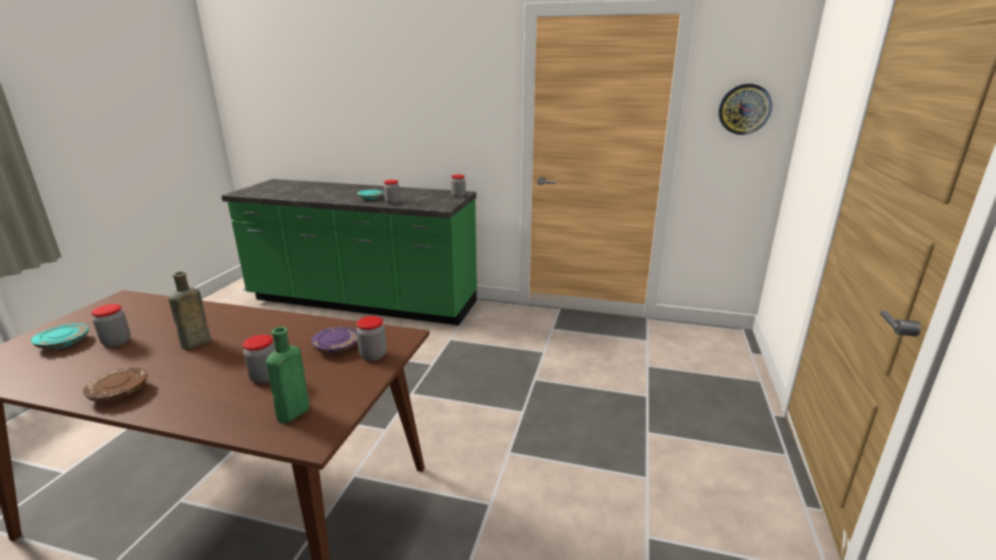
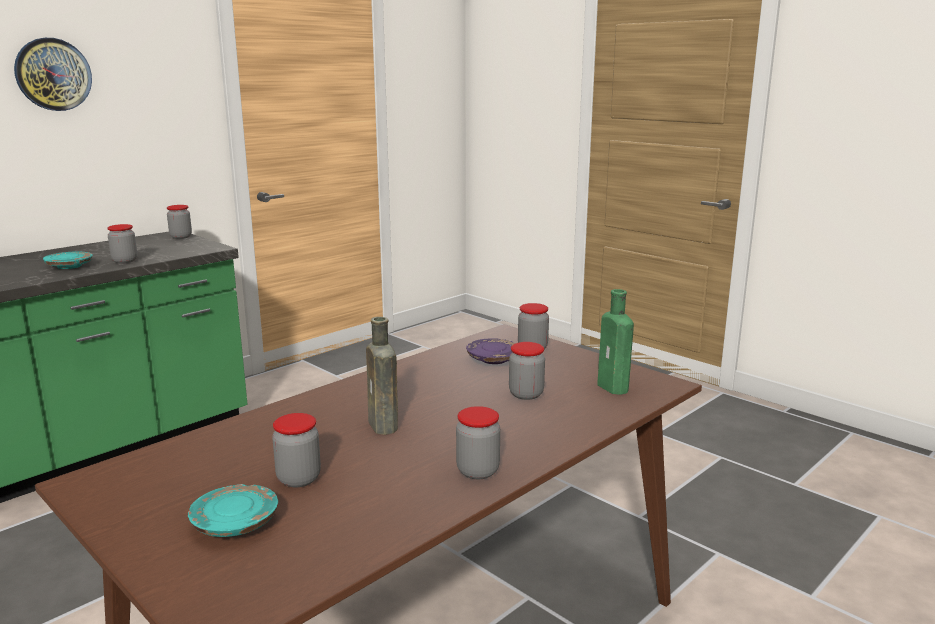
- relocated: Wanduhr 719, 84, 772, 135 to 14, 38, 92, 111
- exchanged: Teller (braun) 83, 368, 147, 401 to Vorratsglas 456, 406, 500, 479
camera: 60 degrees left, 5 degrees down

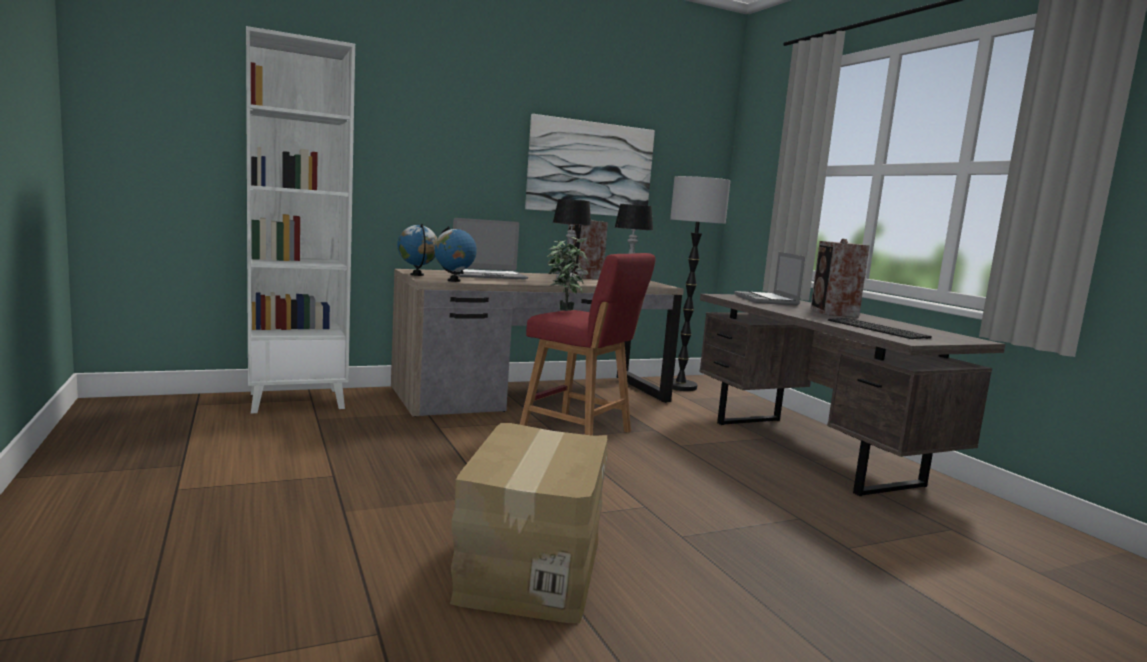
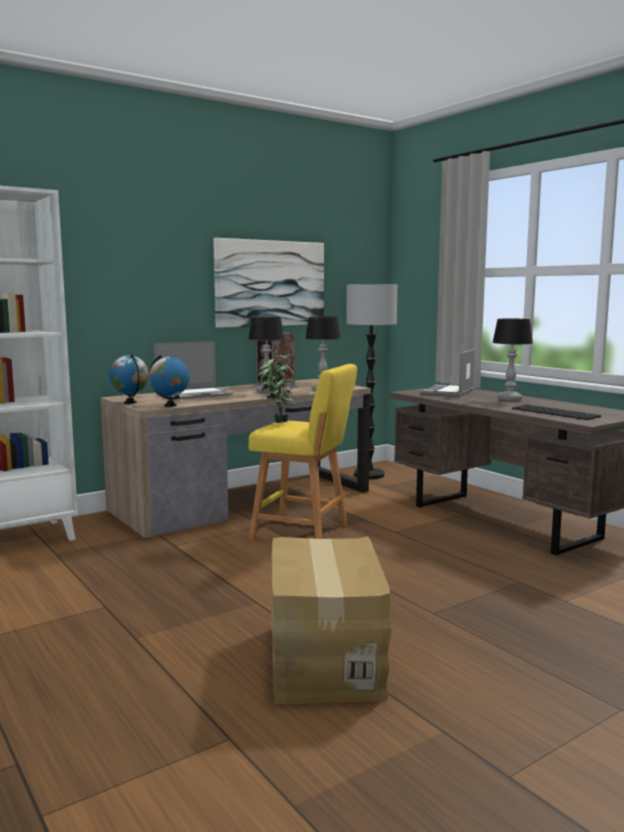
- exchanged: Lautsprecher 811, 239, 870, 317 to Tischlampe 492, 319, 533, 401
- spun: Laptop 734, 252, 805, 305 = 421, 349, 475, 397 45 degrees clockwise
- colour: Hocker (rot) 520, 253, 656, 436 to Hocker (gelb) 249, 364, 357, 540
camera: 10 degrees left, 0 degrees up

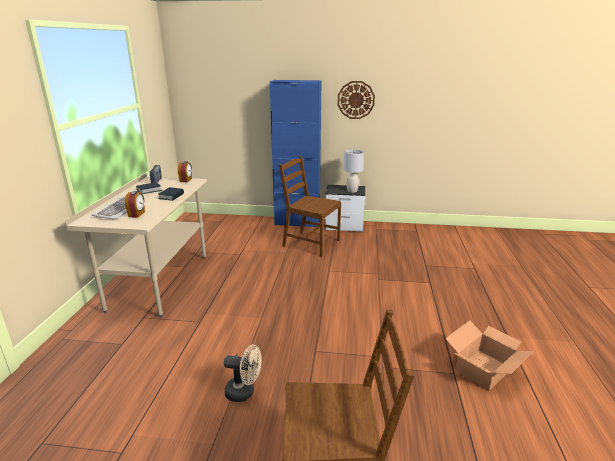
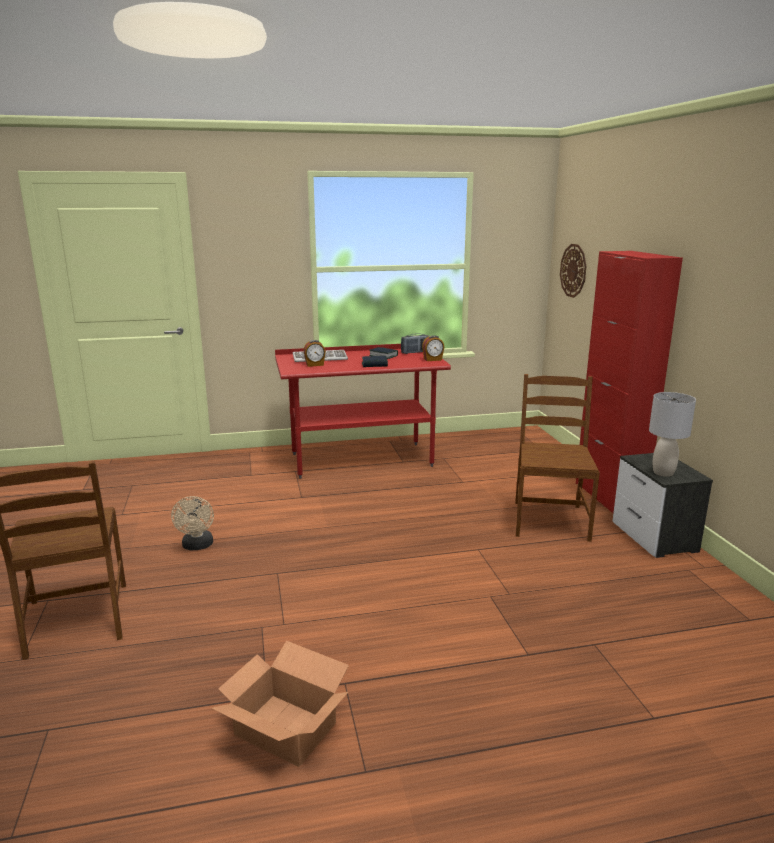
- colour: Schrank (blau) 270, 80, 322, 227 to Schrank (rot) 576, 251, 683, 513
- relocated: Wanduhr 338, 81, 375, 119 to 560, 244, 587, 298
- colour: Schreibtisch (beige) 65, 173, 207, 318 to Schreibtisch (rot) 275, 344, 451, 478
camera: 70 degrees right, 5 degrees down

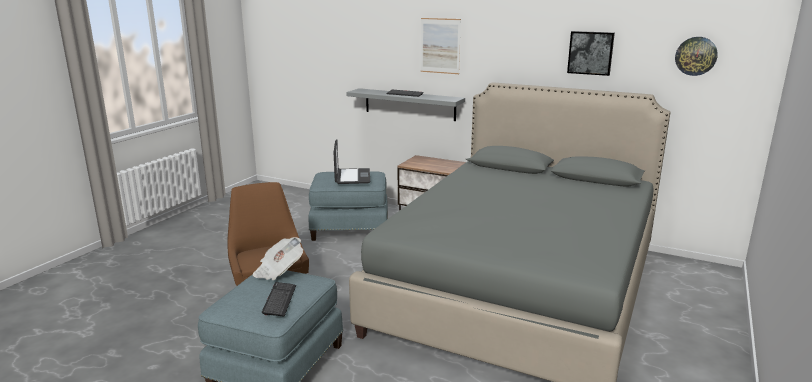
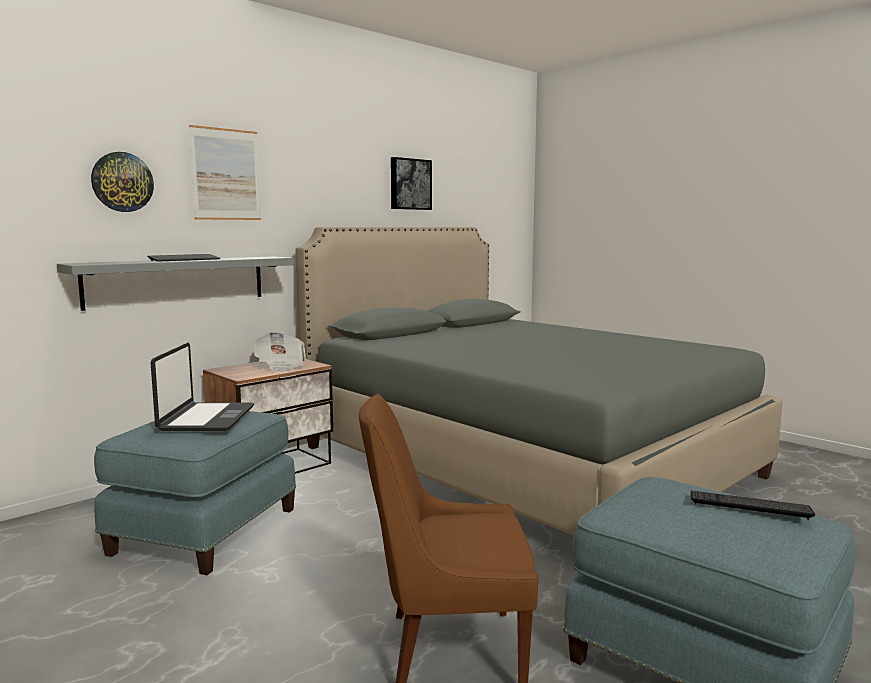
- relocated: Wanduhr 675, 37, 718, 76 to 91, 152, 154, 212
- spun: Laptop 334, 139, 370, 184 = 151, 343, 254, 431 75 degrees clockwise
- relocated: Zeitung 253, 237, 303, 280 to 253, 332, 306, 372
camera: 70 degrees left, 10 degrees down

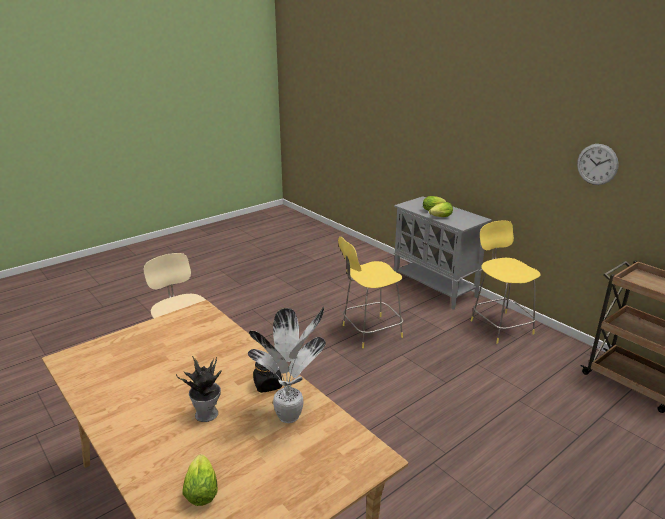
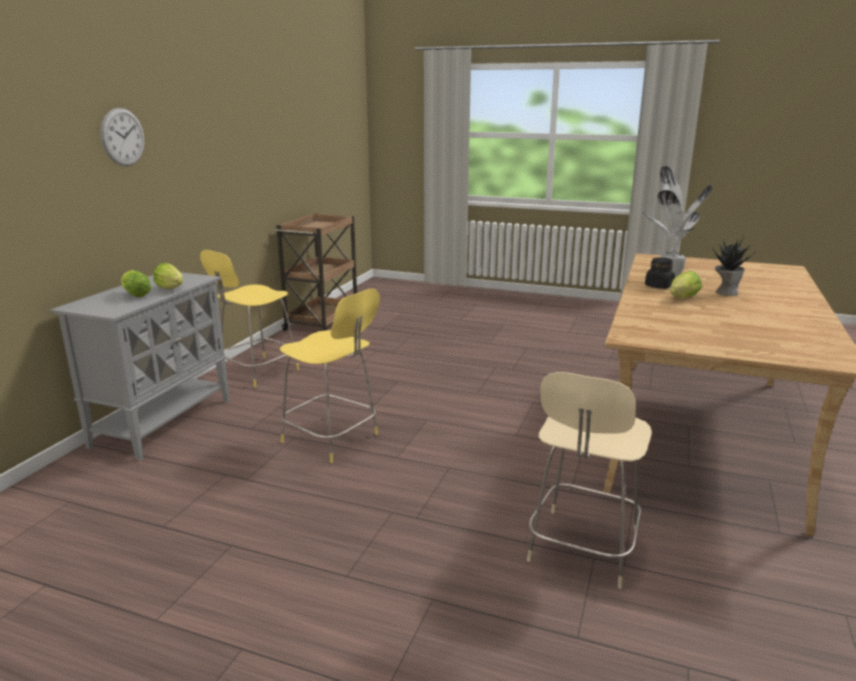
- relocated: Wanduhr 577, 144, 619, 185 to 101, 108, 144, 166
- relocated: Salatkopf 182, 454, 218, 506 to 670, 271, 702, 298
camera: 120 degrees left, 5 degrees down

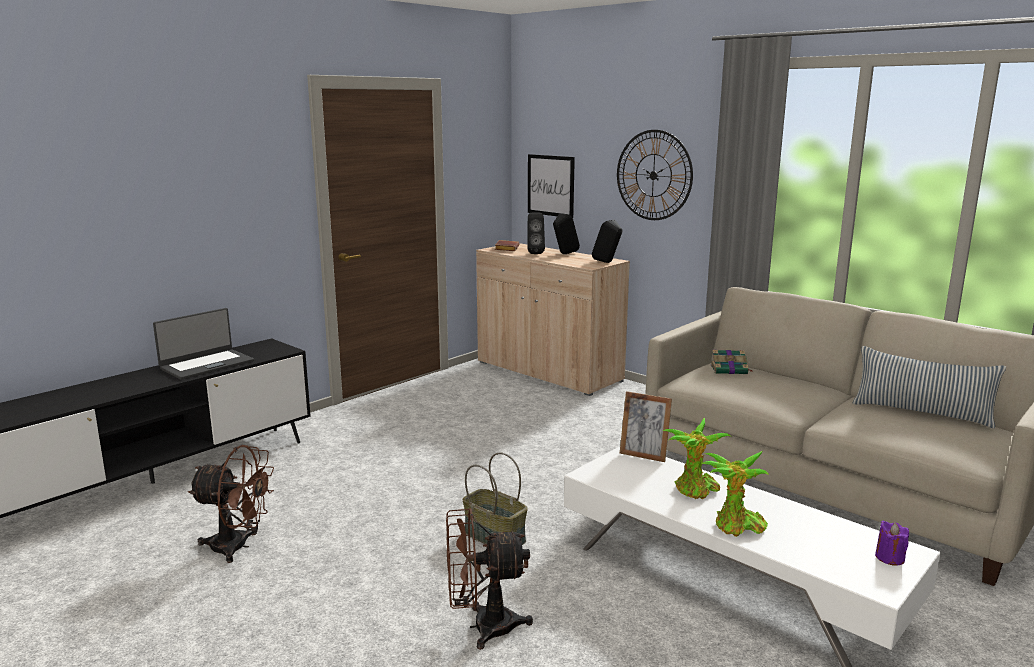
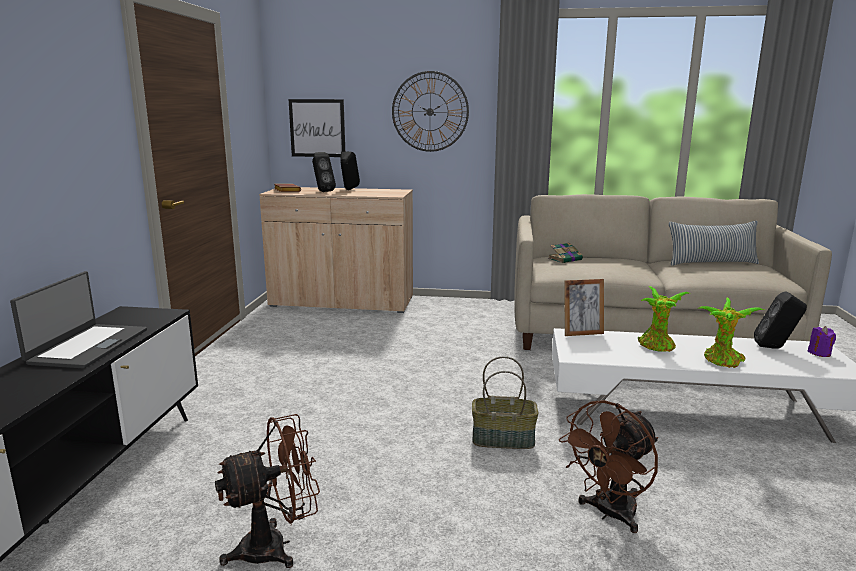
- relocated: Lautsprecher (schwarz) 592, 220, 623, 263 to 754, 292, 807, 349
camera: 35 degrees left, 0 degrees up

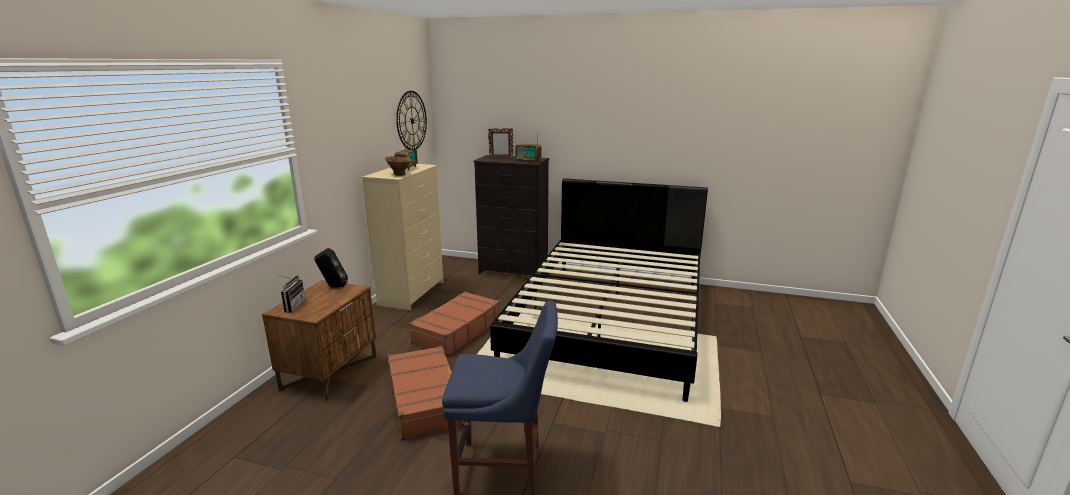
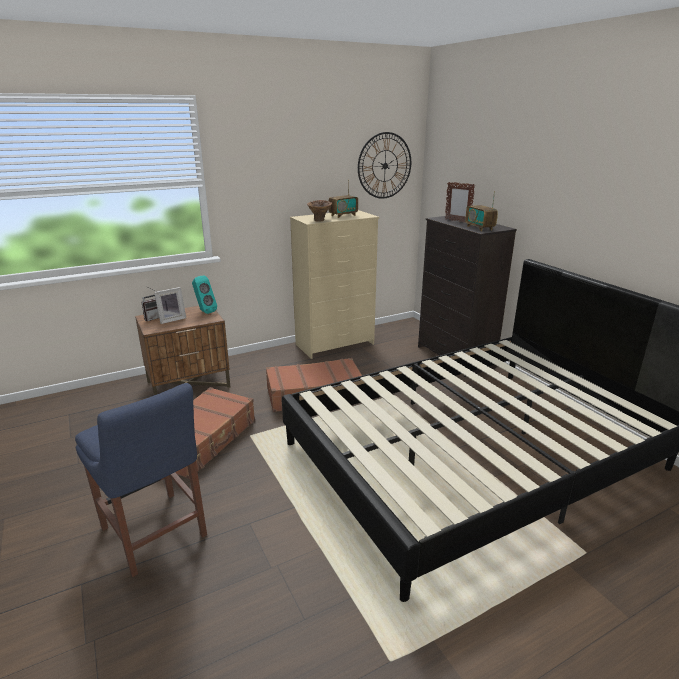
- colour: Lautsprecher (schwarz) 314, 248, 348, 288 to Lautsprecher (türkis) 192, 275, 217, 314
- appeared: Bilderrahmen 154, 287, 186, 324
camera: 45 degrees right, 5 degrees up

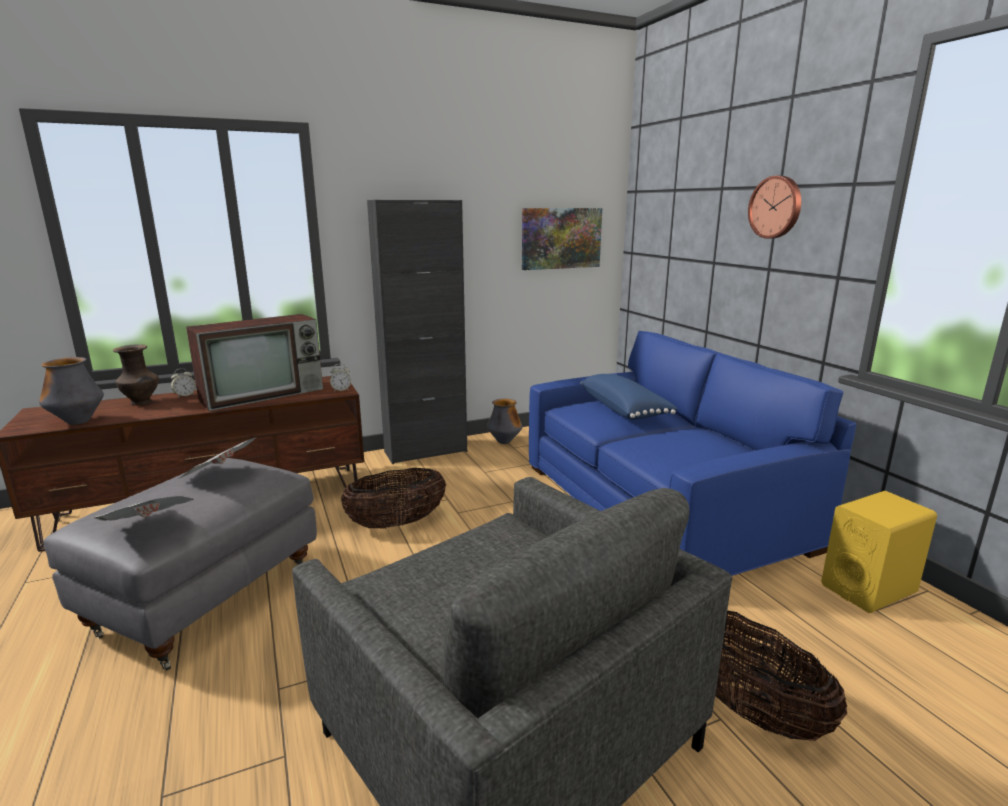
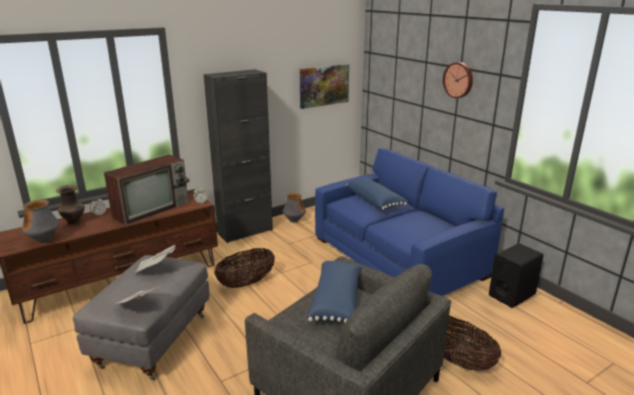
- colour: Lautsprecher (gelb) 821, 491, 937, 613 to Lautsprecher (schwarz) 489, 243, 544, 308
- appeared: Kissen (blau) 308, 261, 362, 323
camera: 10 degrees left, 5 degrees up

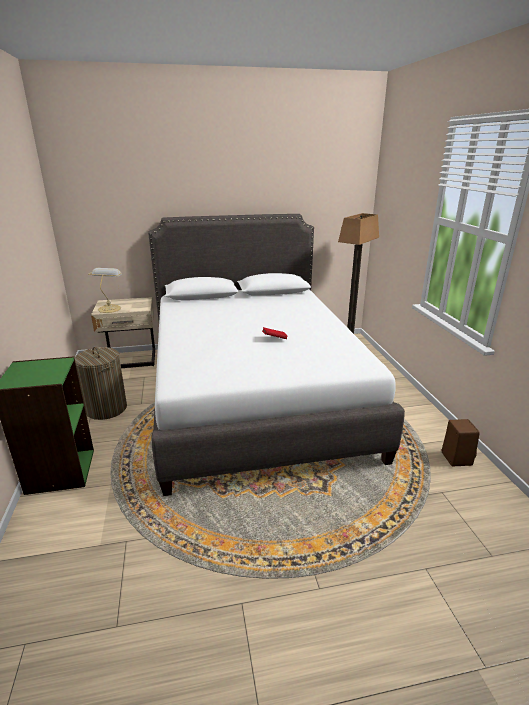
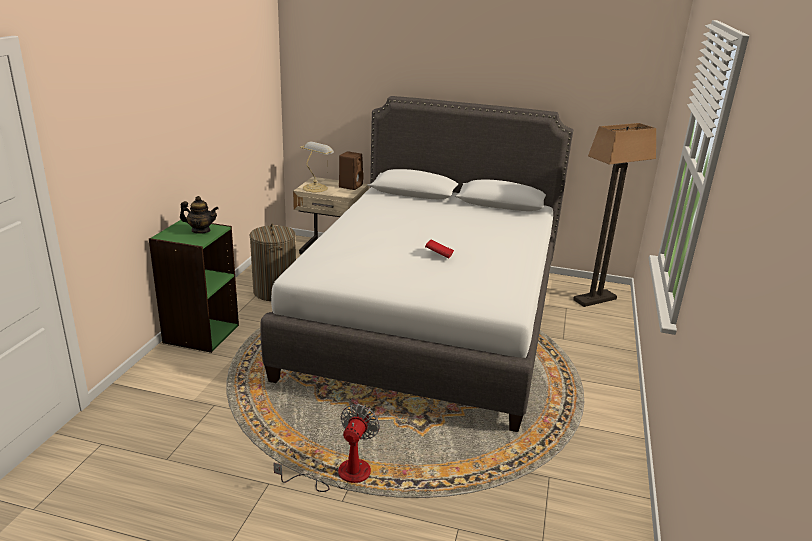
- relocated: Lautsprecher (braun) 442, 419, 480, 466 to 339, 151, 364, 190
- appeared: Teekanne 180, 196, 219, 234
- appeared: Ventilator 273, 404, 380, 492
camera: 25 degrees right, 0 degrees up

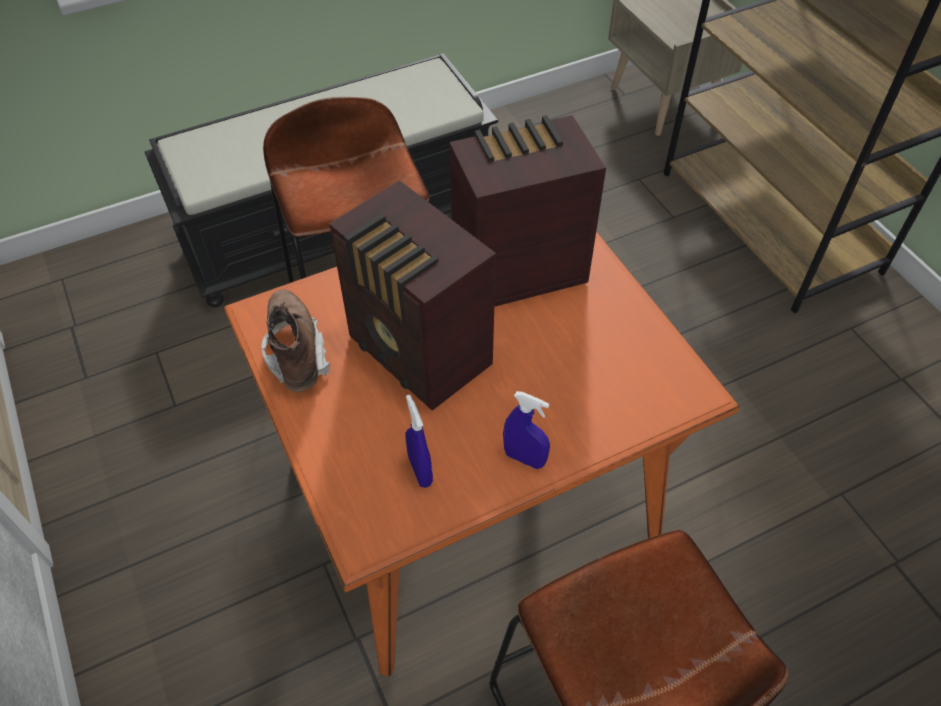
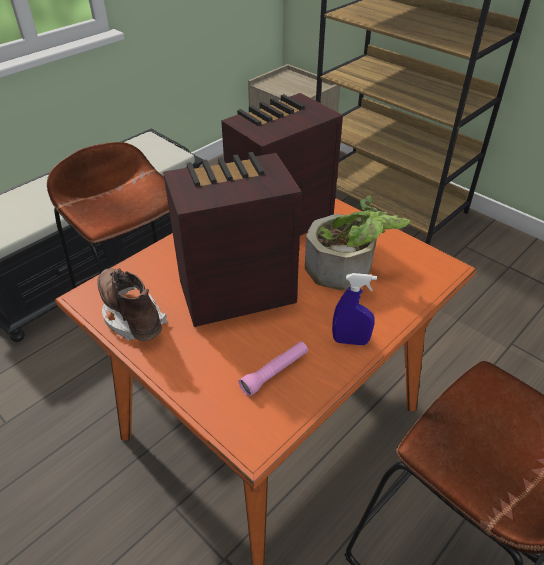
- spun: Radio 329, 180, 496, 411 = 163, 152, 302, 327 135 degrees clockwise
- exchanged: Sprühflasche (blau) 405, 395, 433, 488 to Taschenlampe (rosa) 239, 341, 308, 396
- appeared: Topfpflanze 305, 195, 410, 290
camera: 20 degrees left, 10 degrees down

